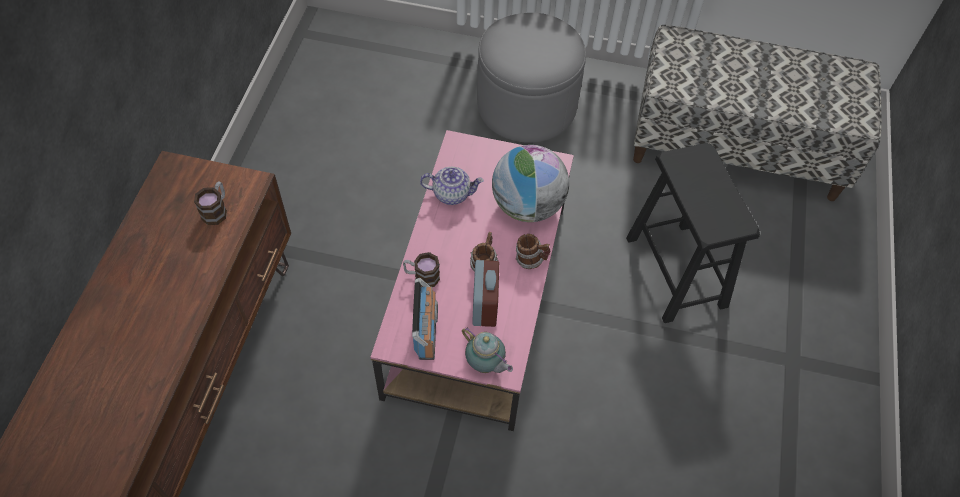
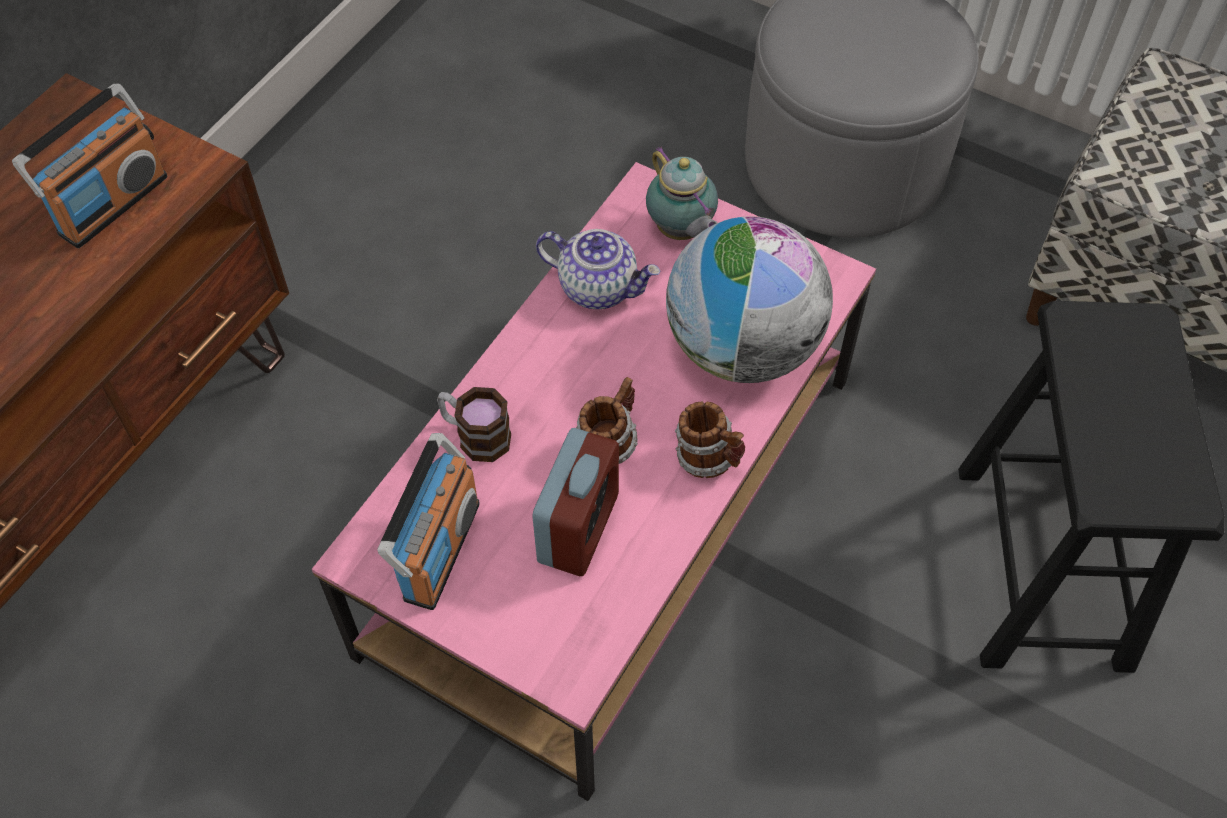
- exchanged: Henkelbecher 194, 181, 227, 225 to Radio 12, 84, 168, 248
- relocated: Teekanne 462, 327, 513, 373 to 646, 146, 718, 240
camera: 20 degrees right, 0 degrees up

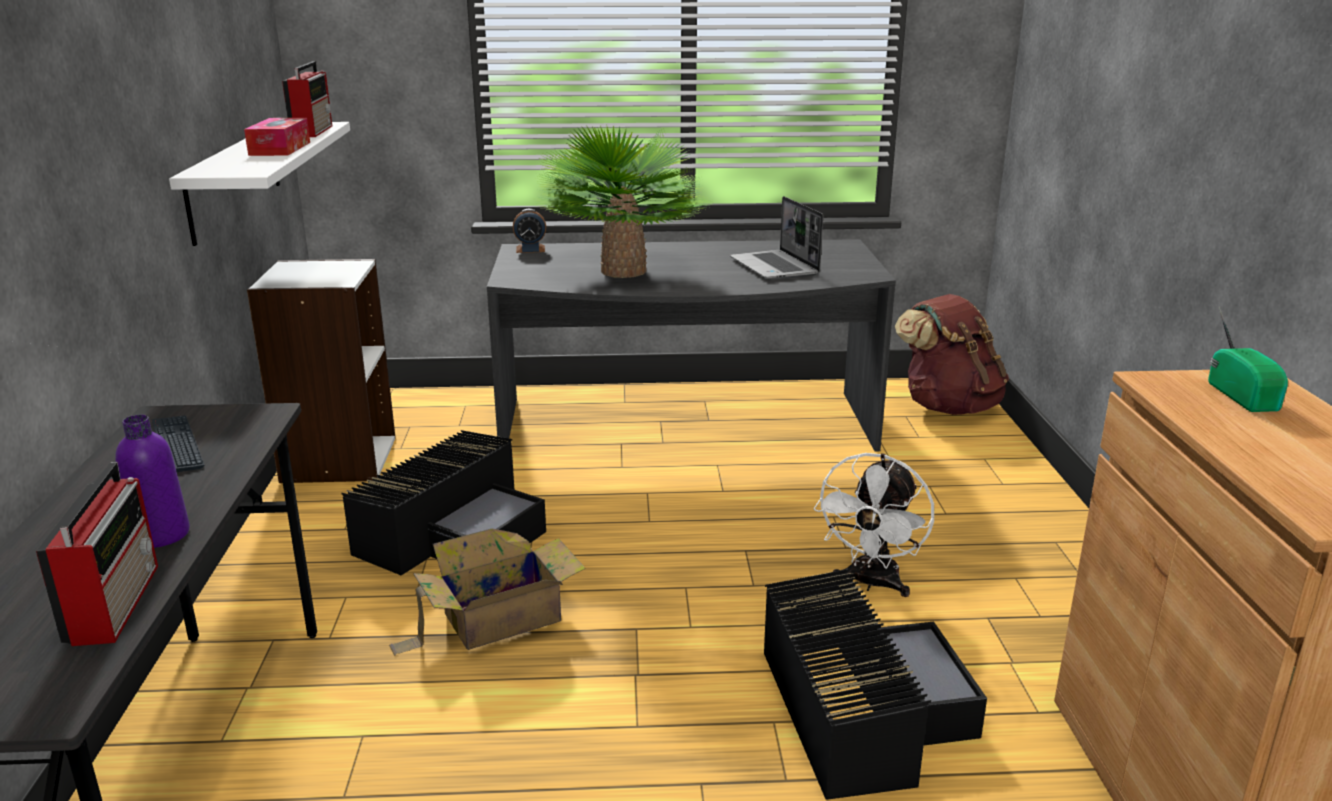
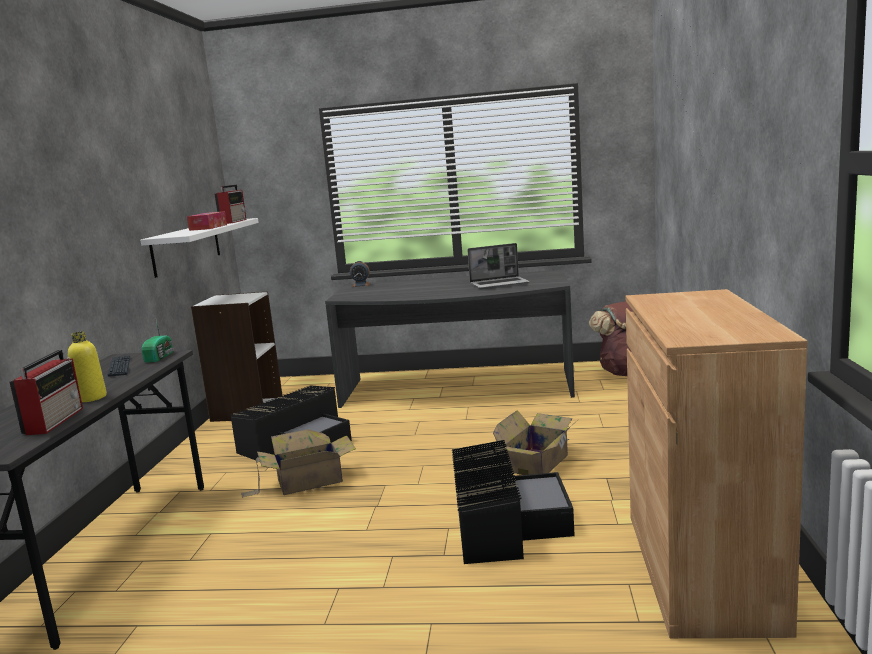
- missing: Topfpflanze 532, 125, 712, 278
- spun: Laptop 730, 196, 823, 280 = 468, 243, 530, 289 90 degrees counterclockwise
- relocated: Radio 1208, 307, 1288, 412 to 142, 320, 174, 363
- colour: Flasche (lila) 115, 415, 190, 548 to Flasche (gelb) 68, 331, 107, 402
- exchanged: Ventilator (weiß) 814, 453, 934, 597 to Karton 493, 410, 579, 475
camera: 10 degrees right, 10 degrees down

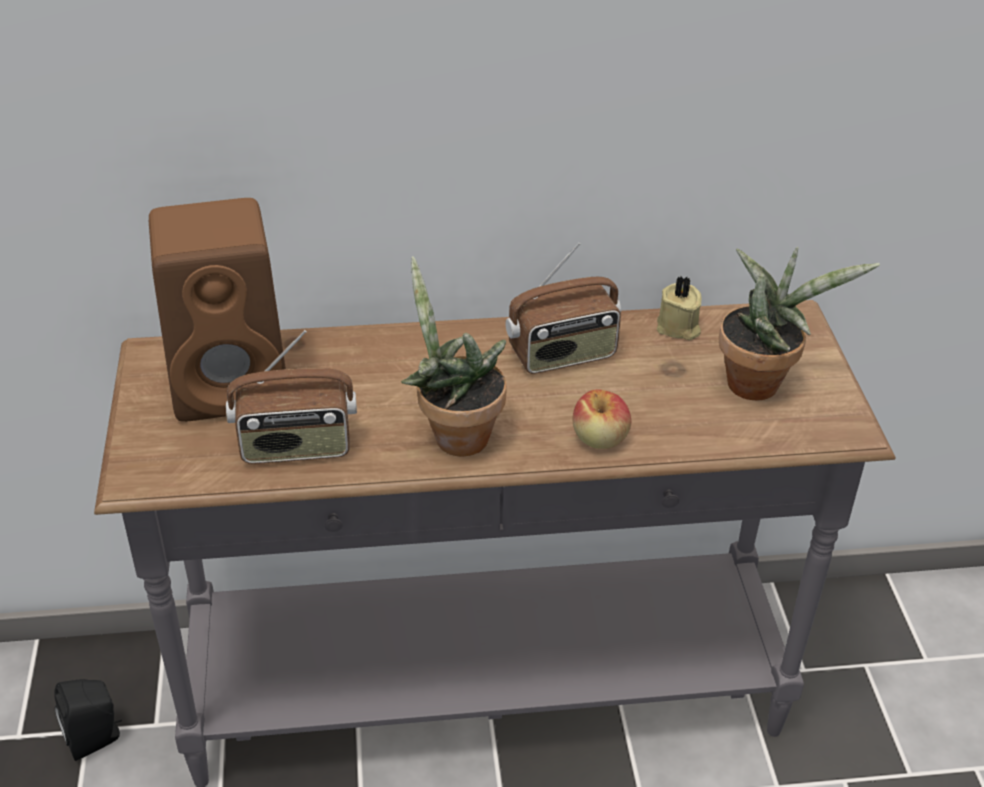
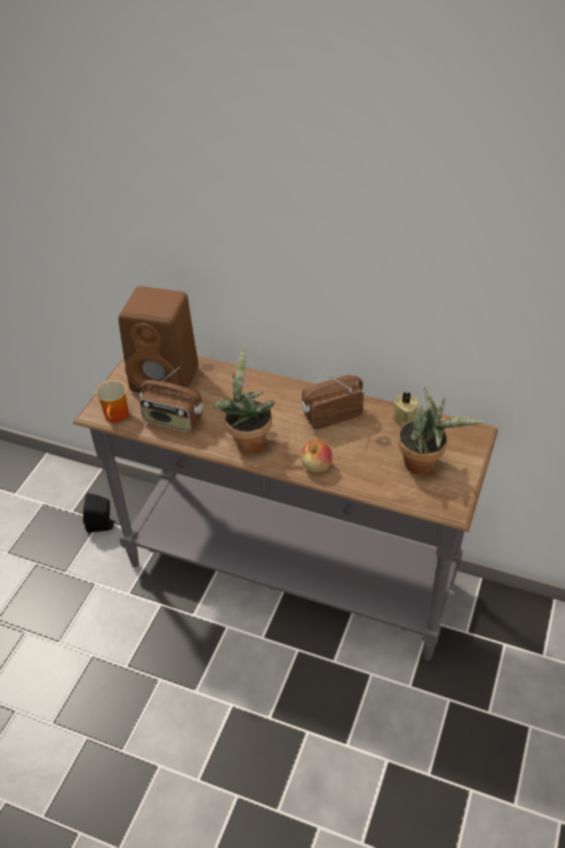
- spun: Radio 505, 243, 621, 374 = 301, 375, 365, 429 150 degrees clockwise
- appeared: Henkelbecher 96, 380, 129, 422
camera: 30 degrees right, 5 degrees up

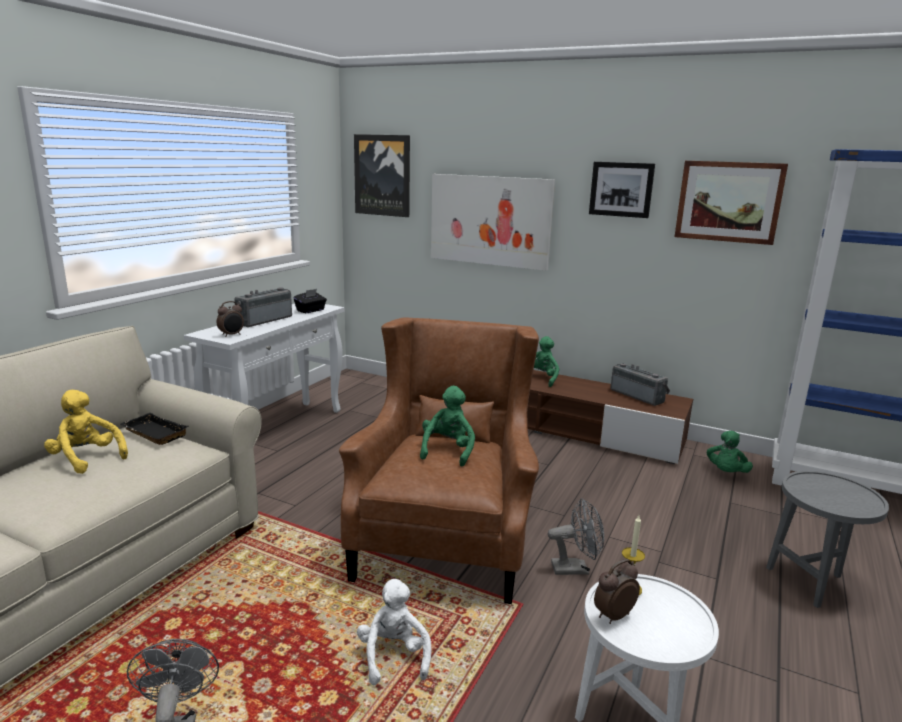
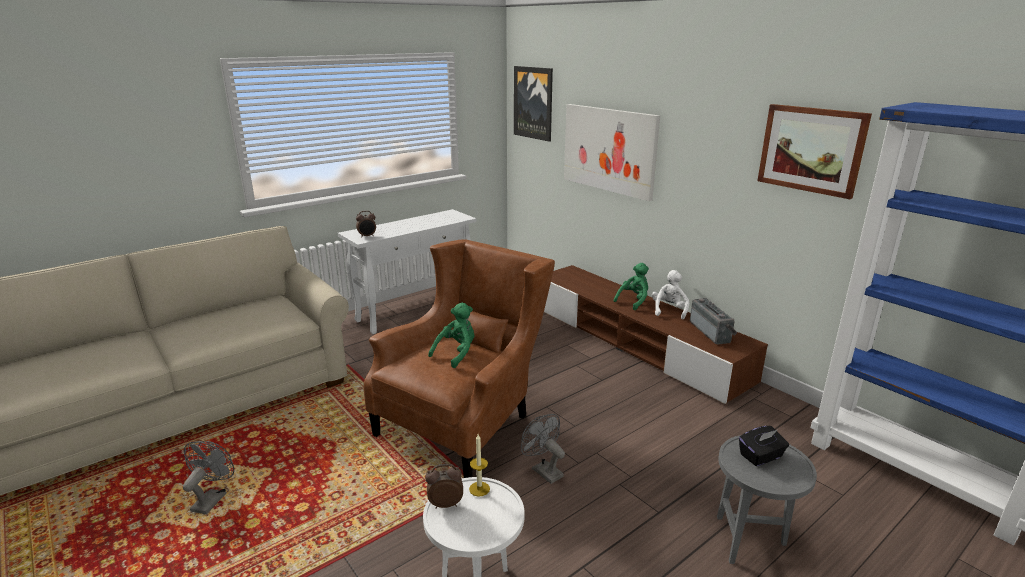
- missing: Bild 589, 162, 655, 218
- missing: Radio 234, 288, 292, 327
- relocated: Taschentuchbox (schwarz) 294, 289, 327, 313 to 739, 426, 789, 466
- missing: Plüschtier (gelb) 44, 390, 128, 474
- missing: Tablett (schwarz) 119, 413, 189, 445
- missing: Plüschtier (grün) 707, 431, 753, 473
- spun: Ventilator (grau) 548, 498, 604, 575 = 521, 414, 565, 484 150 degrees counterclockwise
- relocated: Plüschtier (weiß) 357, 579, 432, 685 to 652, 270, 689, 320
camera: 25 degrees right, 5 degrees up

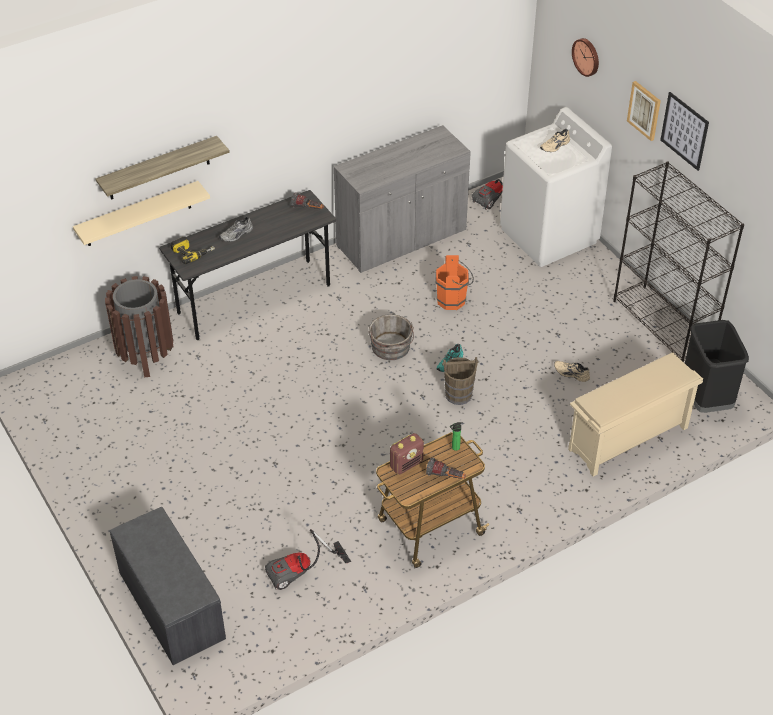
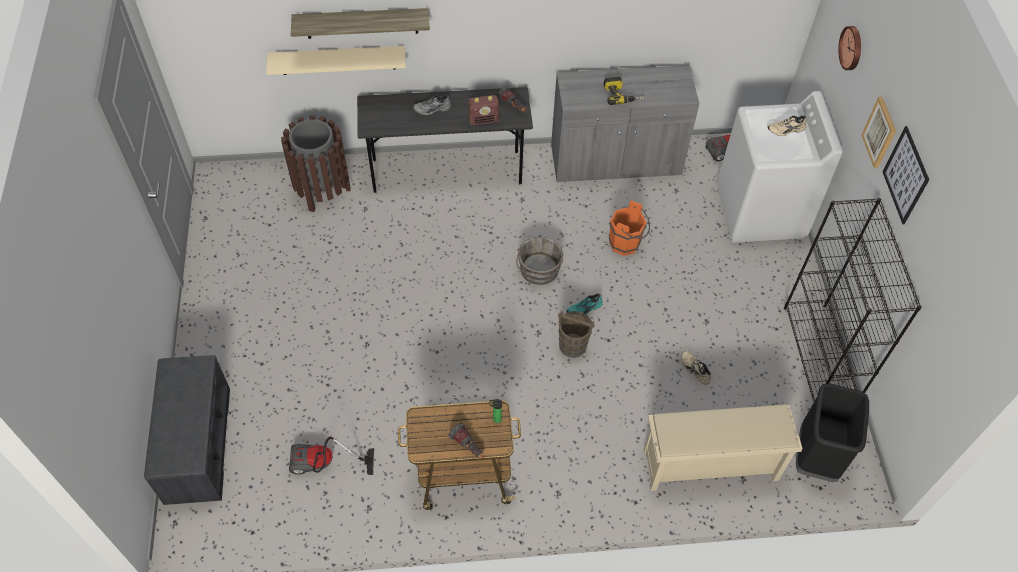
- relocated: Bohrmaschine 170, 237, 215, 264 to 604, 76, 644, 105
- relocated: Radio 390, 433, 424, 474 to 468, 95, 499, 125
camera: 25 degrees right, 10 degrees up

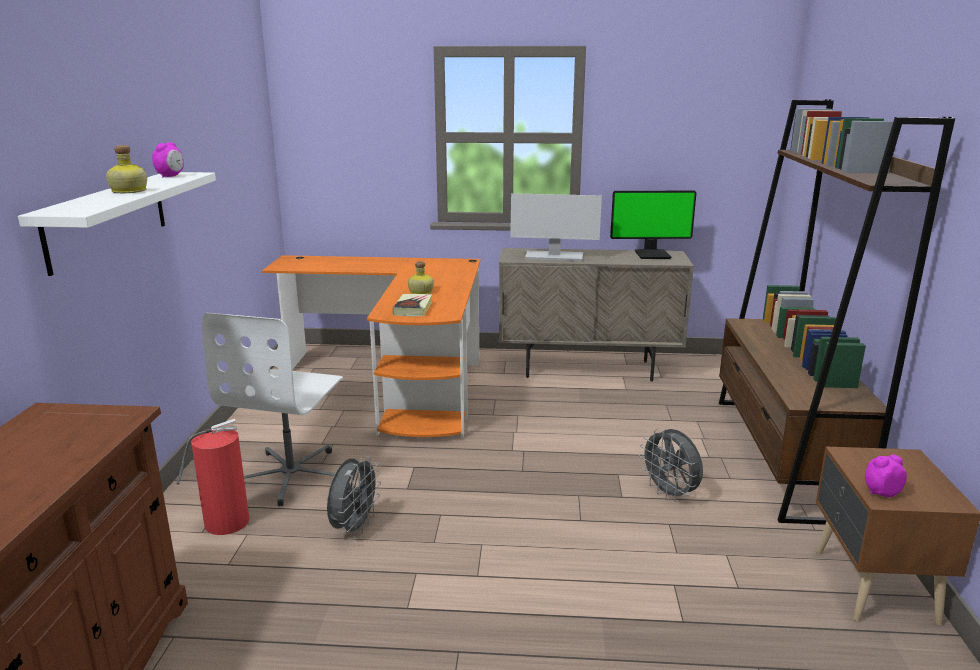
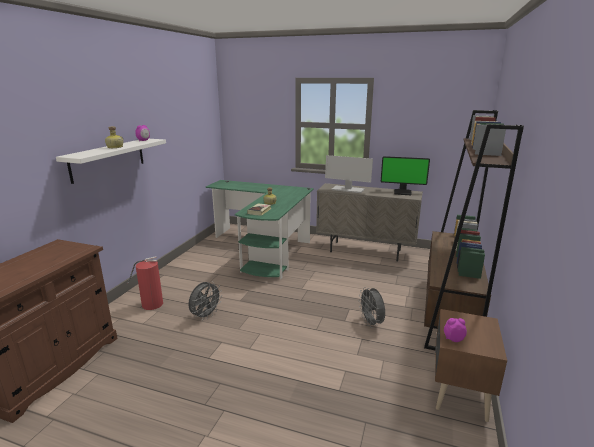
- colour: Schreibtisch (orange) 262, 255, 481, 438 to Schreibtisch (grün) 206, 180, 314, 280
- missing: Bürostuhl (weiß) 202, 313, 343, 506
camera: 15 degrees right, 0 degrees up

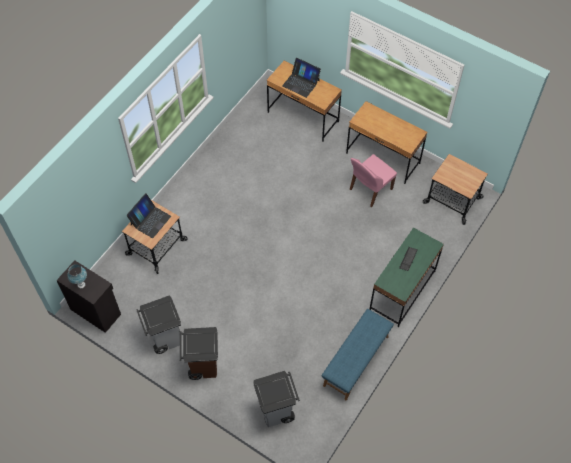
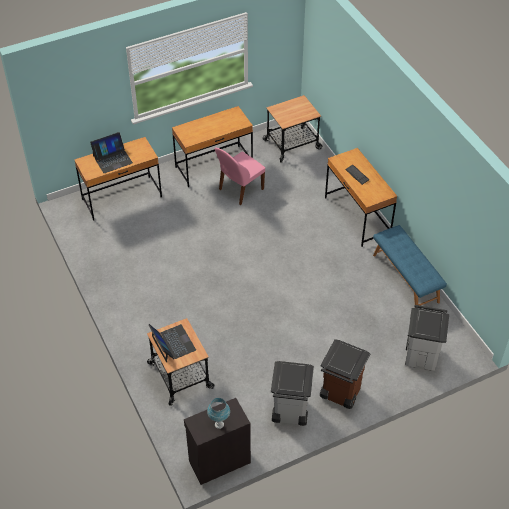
- spun: Stuhl (rosa) 350, 154, 397, 207 = 214, 148, 265, 205 60 degrees clockwise
- colour: Schreibtisch (grün) 369, 227, 444, 327 to Schreibtisch (braun) 325, 148, 397, 247
camera: 60 degrees left, 10 degrees down

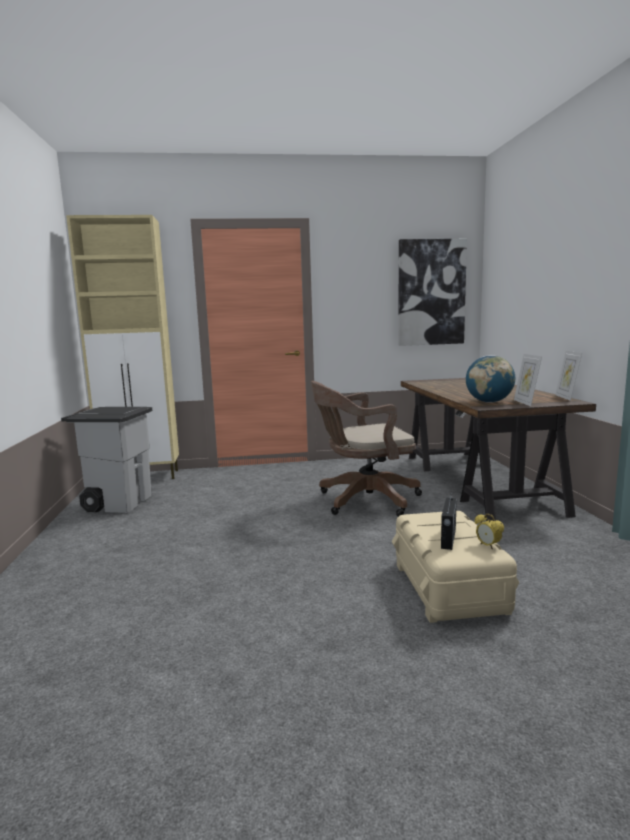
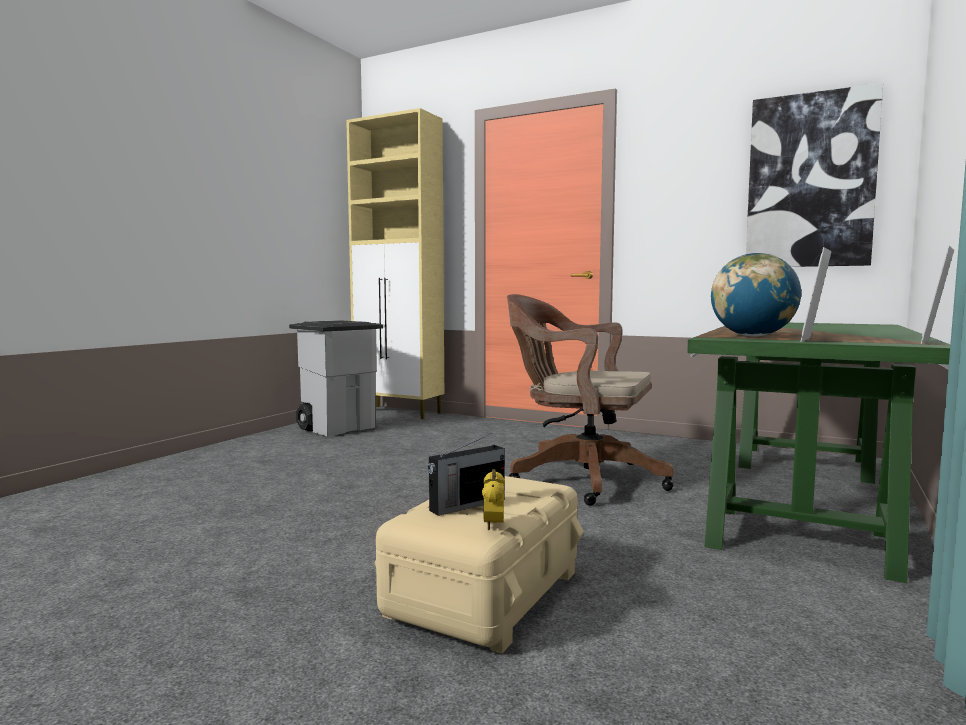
- colour: Schreibtisch (braun) 401, 378, 596, 521 to Schreibtisch (grün) 687, 323, 950, 583
camera: 35 degrees right, 5 degrees down

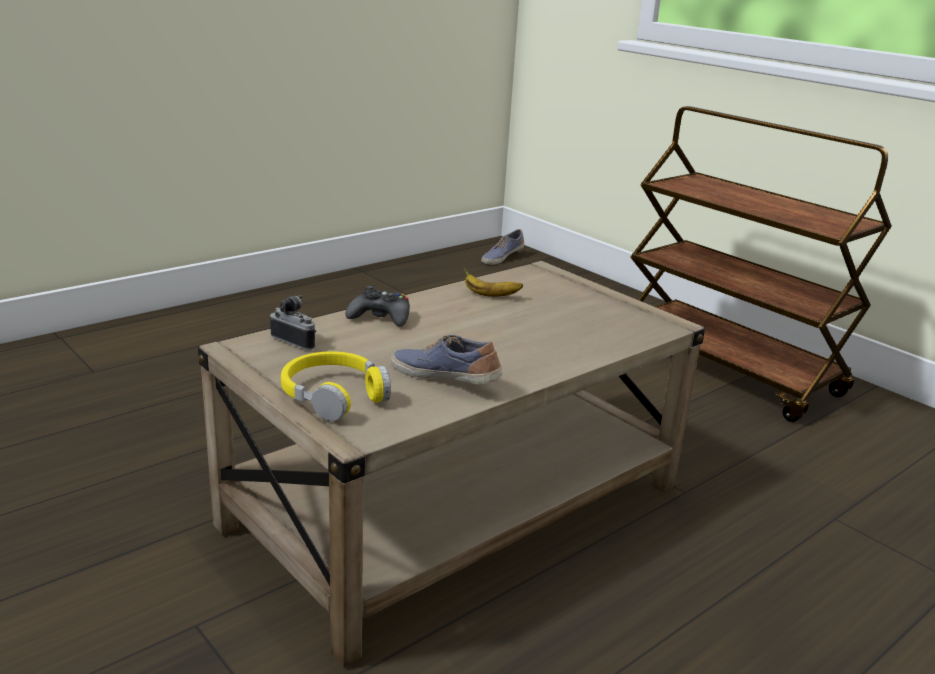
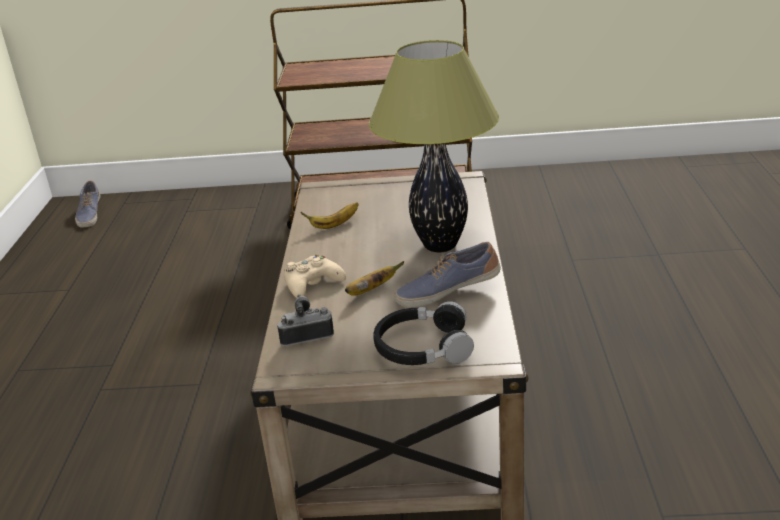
- colour: Gamepad (schwarz) 346, 286, 410, 327 to Gamepad (beige) 284, 255, 346, 298
- colour: Kopfhörer (gelb) 281, 351, 391, 421 to Kopfhörer (schwarz) 373, 301, 474, 365
- appeared: Tischlampe 369, 40, 499, 252
- appeared: Banane 345, 261, 404, 296
camera: 45 degrees left, 5 degrees up

